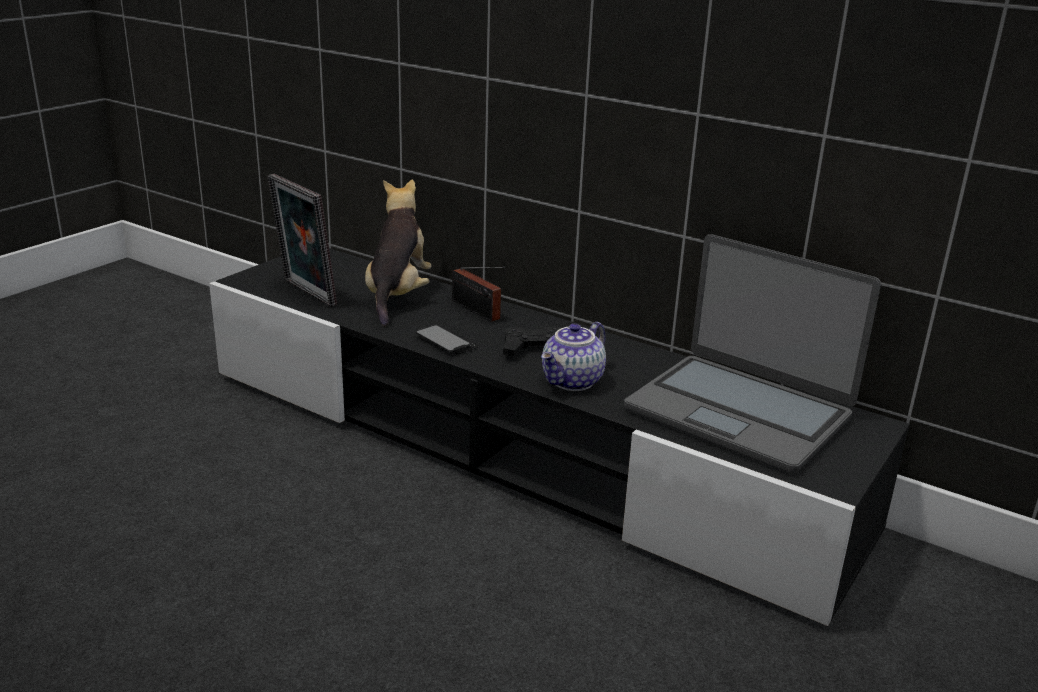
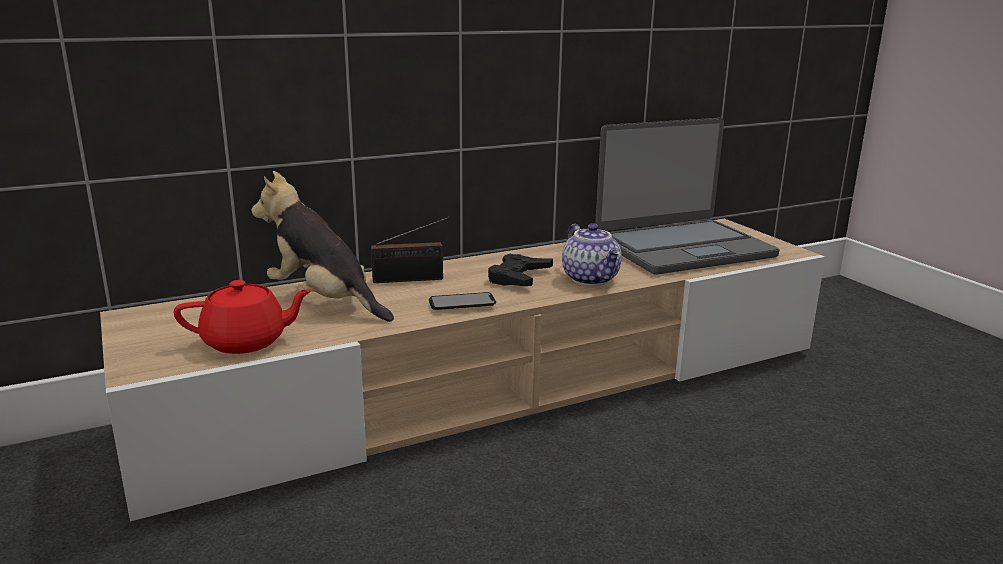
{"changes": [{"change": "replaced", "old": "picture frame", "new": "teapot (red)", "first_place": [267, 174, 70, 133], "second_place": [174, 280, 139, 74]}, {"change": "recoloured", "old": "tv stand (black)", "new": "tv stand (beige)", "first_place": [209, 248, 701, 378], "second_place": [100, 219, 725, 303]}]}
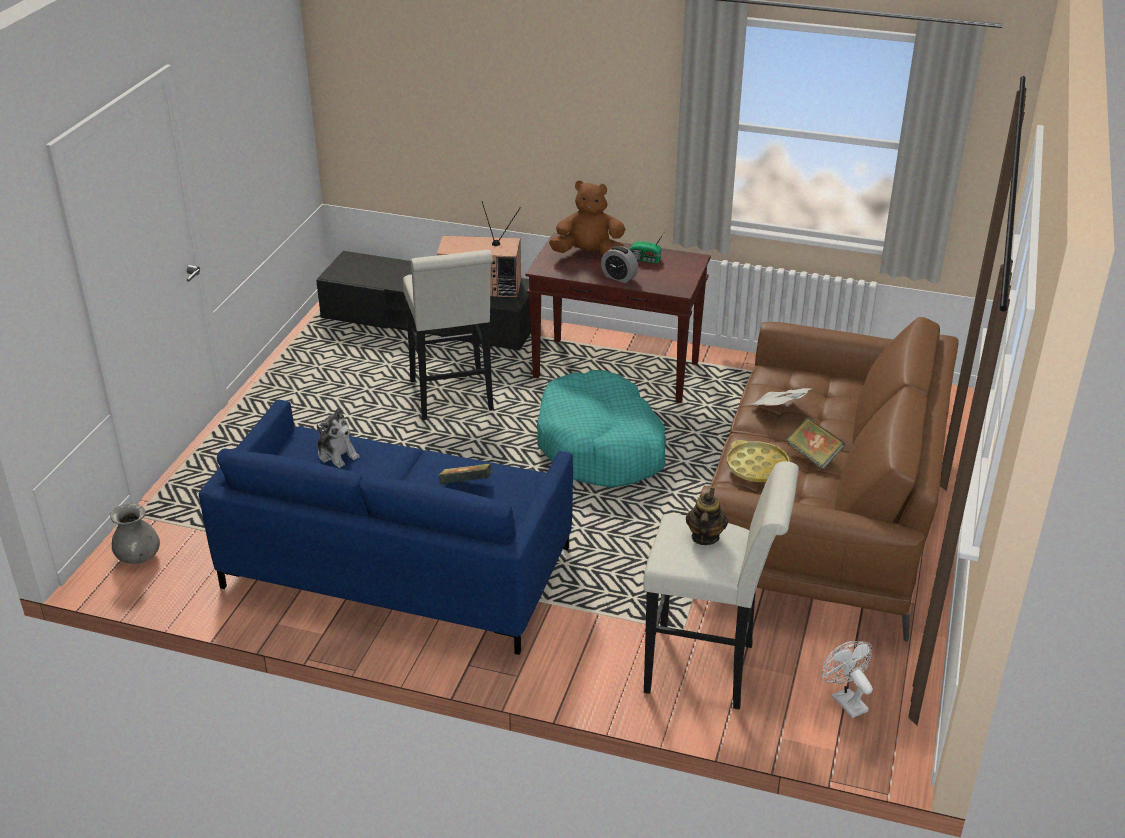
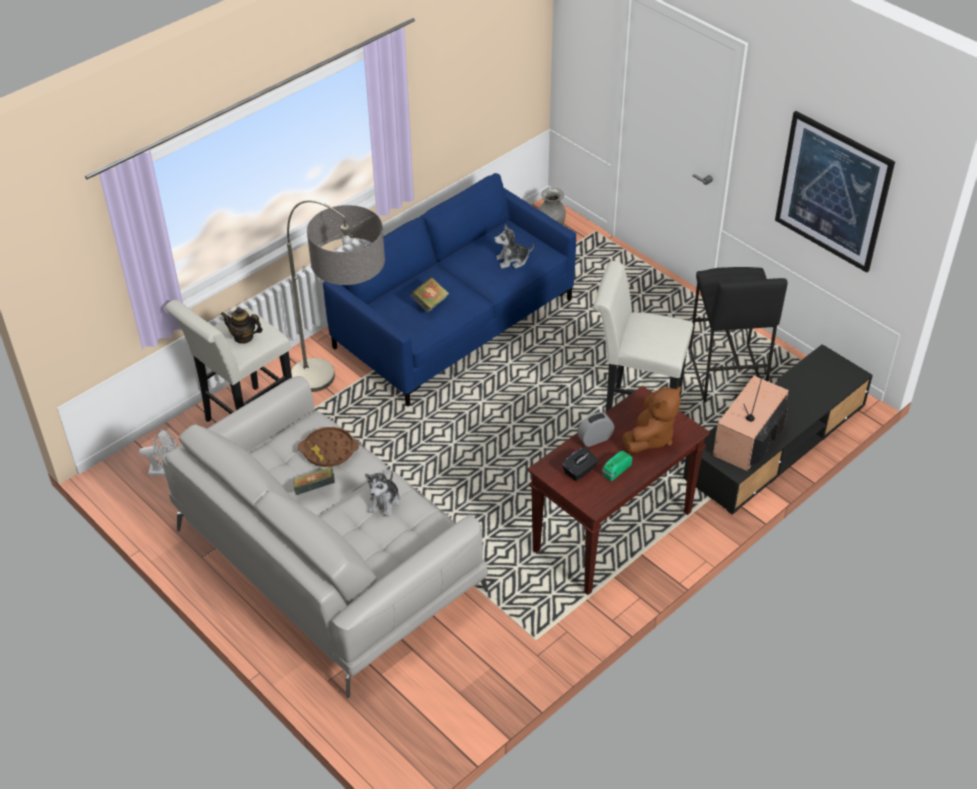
{"changes": [{"change": "recoloured", "old": "sofa (brown)", "new": "sofa (grey)", "first_place": [699, 317, 260, 325], "second_place": [162, 376, 326, 322]}, {"change": "removed", "old": "dog bed (turquoise)", "first_place": [537, 370, 129, 118]}, {"change": "replaced", "old": "newspaper", "new": "plush toy", "first_place": [750, 388, 61, 18], "second_place": [365, 471, 36, 46]}, {"change": "recoloured", "old": "tray (yellow)", "new": "tray (brown)", "first_place": [727, 440, 63, 42], "second_place": [298, 427, 61, 40]}, {"change": "turned", "old": "teapot", "first_place": [686, 488, 42, 57], "second_place": [220, 308, 43, 36], "degrees": 150}, {"change": "added", "new": "picture", "second_place": [775, 111, 120, 162]}, {"change": "added", "new": "floor lamp", "second_place": [287, 200, 98, 192]}, {"change": "added", "new": "stool (black)", "second_place": [689, 267, 99, 135]}, {"change": "added", "new": "tissue box (black)", "second_place": [562, 447, 36, 34]}]}
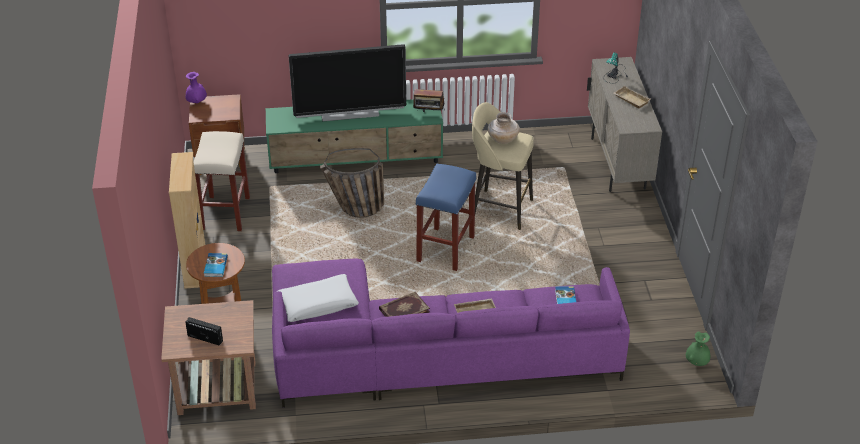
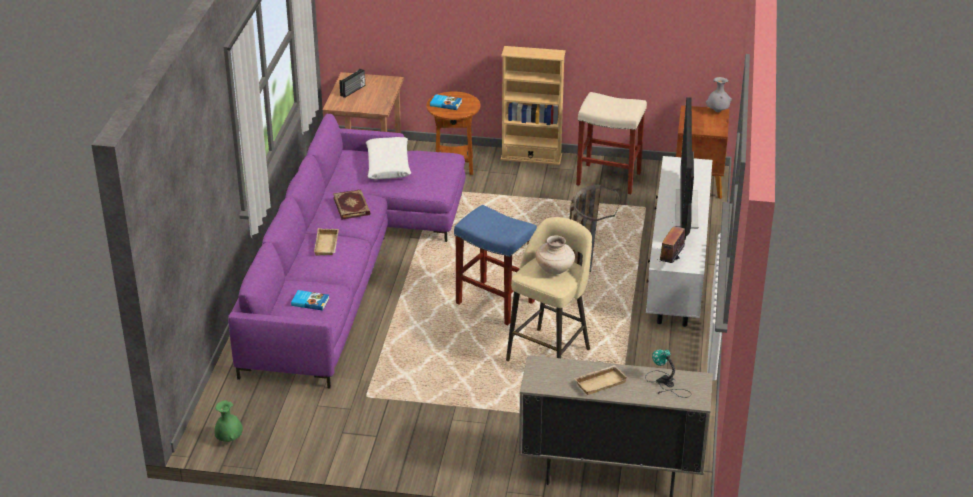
{"changes": [{"change": "recoloured", "old": "vase (purple)", "new": "vase (grey)", "first_place": [186, 72, 21, 31], "second_place": [706, 77, 26, 35]}, {"change": "recoloured", "old": "tv stand (green)", "new": "tv stand (white)", "first_place": [266, 99, 177, 74], "second_place": [646, 156, 66, 171]}]}
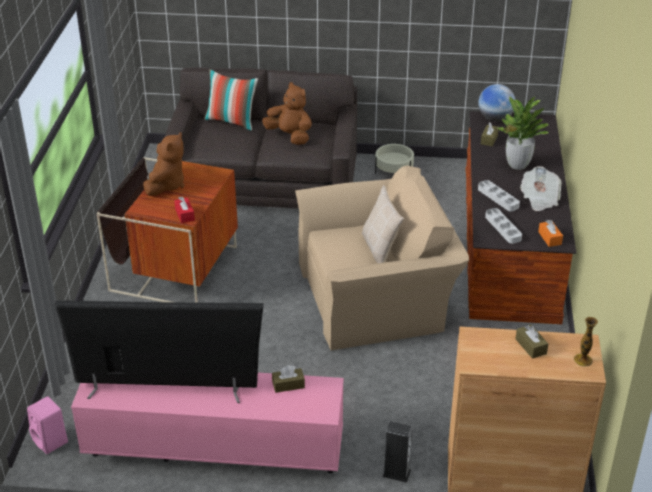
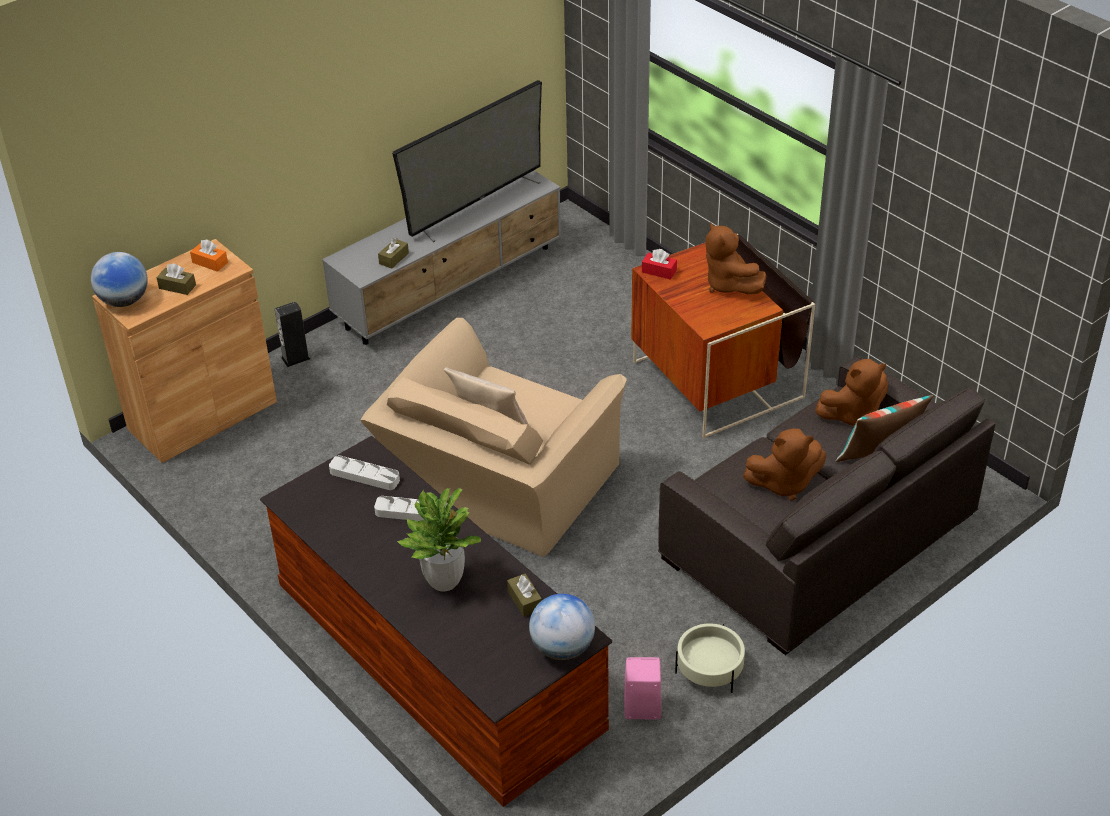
{"changes": [{"change": "removed", "old": "newspaper", "first_place": [520, 166, 42, 45]}, {"change": "moved", "old": "tissue box (orange)", "first_place": [538, 220, 25, 27], "second_place": [190, 240, 38, 32]}, {"change": "replaced", "old": "vase", "new": "globe", "first_place": [574, 317, 24, 50], "second_place": [91, 252, 57, 55]}, {"change": "recoloured", "old": "tv stand (pink)", "new": "tv stand (grey)", "first_place": [71, 372, 273, 101], "second_place": [322, 171, 239, 174]}, {"change": "moved", "old": "speaker (pink)", "first_place": [27, 396, 41, 58], "second_place": [624, 657, 37, 62]}, {"change": "added", "new": "plush toy (brown)", "second_place": [815, 359, 73, 67]}]}
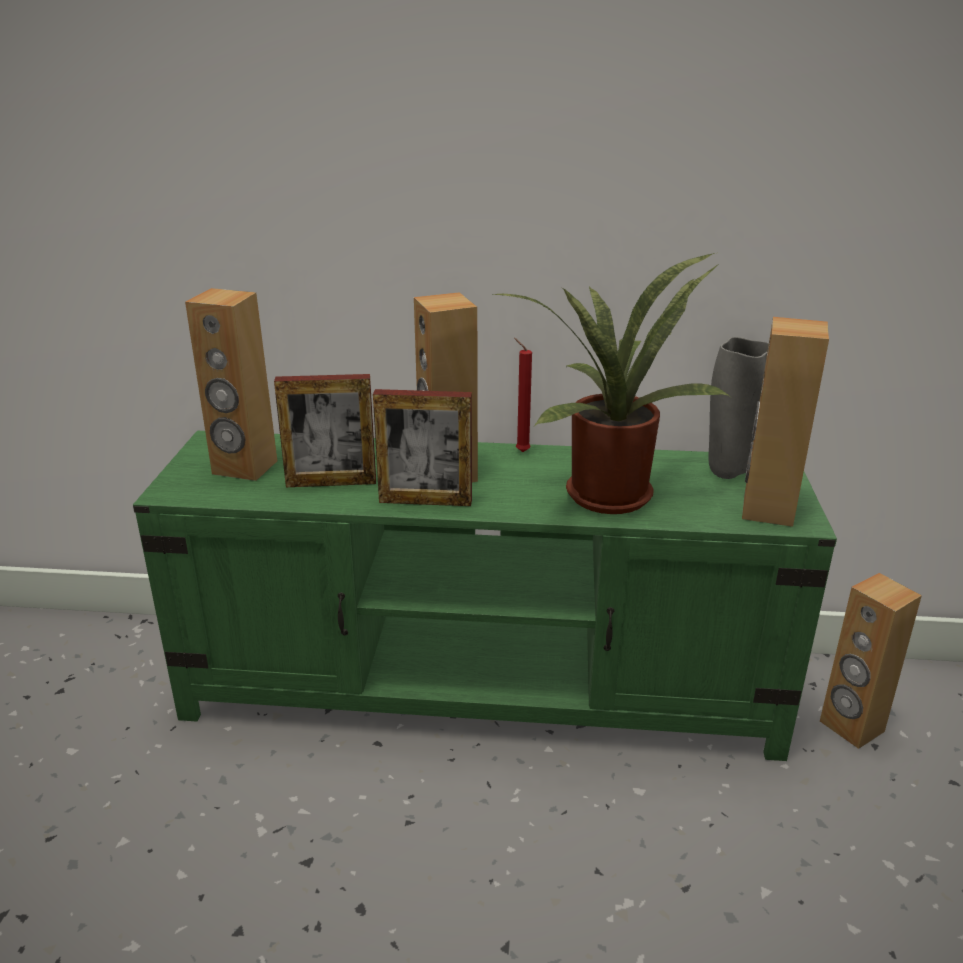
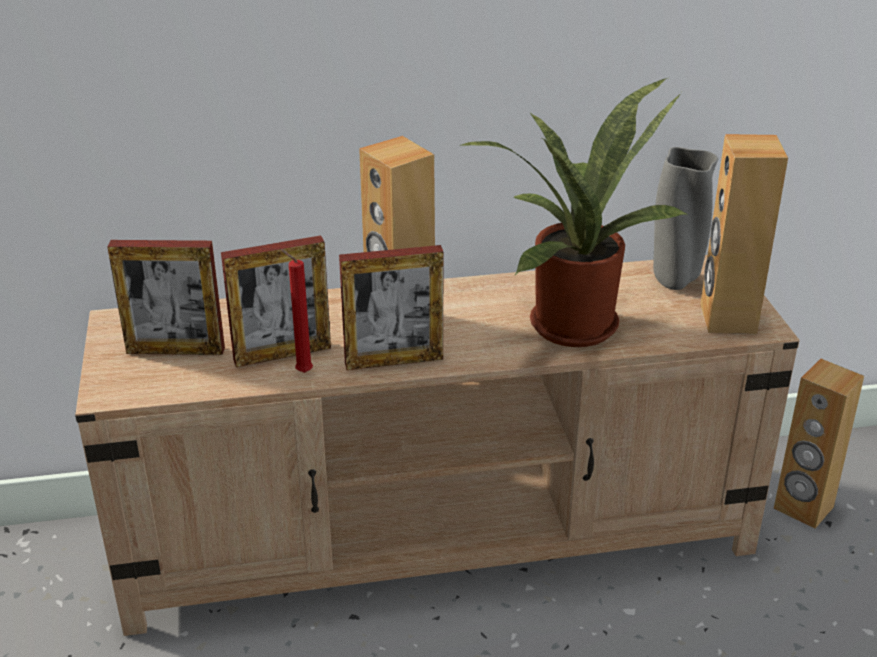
{"changes": [{"change": "replaced", "old": "speaker (brown)", "new": "picture frame", "first_place": [185, 288, 92, 193], "second_place": [107, 240, 118, 115]}, {"change": "moved", "old": "candle (red)", "first_place": [514, 338, 18, 114], "second_place": [280, 249, 33, 124]}, {"change": "recoloured", "old": "tv stand (green)", "new": "tv stand (beige)", "first_place": [133, 431, 704, 330], "second_place": [75, 255, 724, 381]}]}
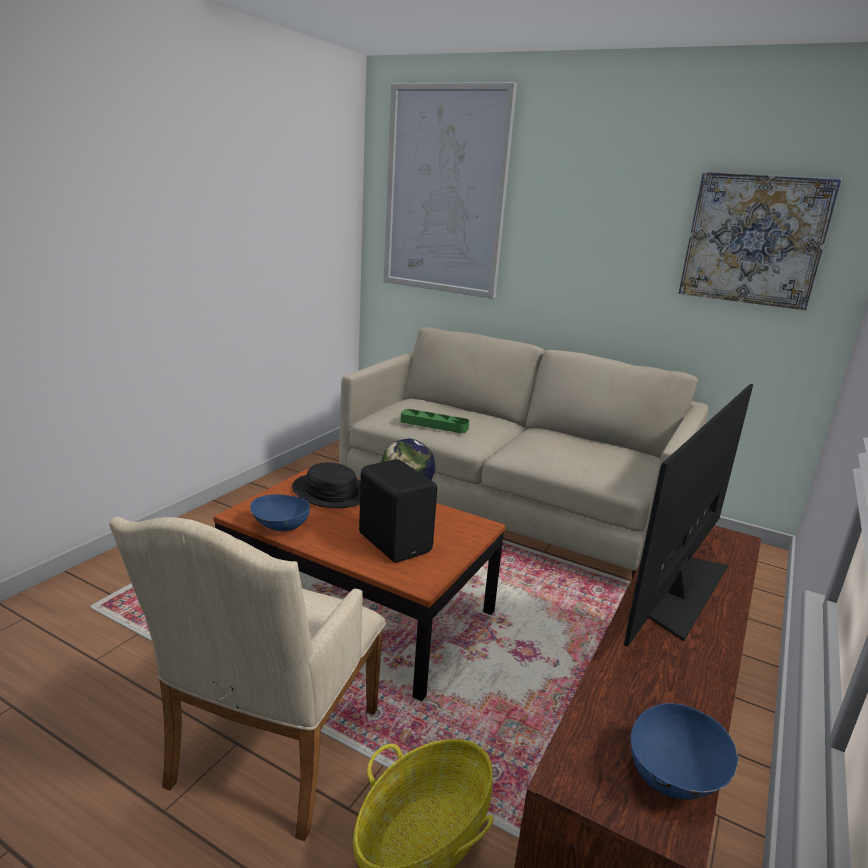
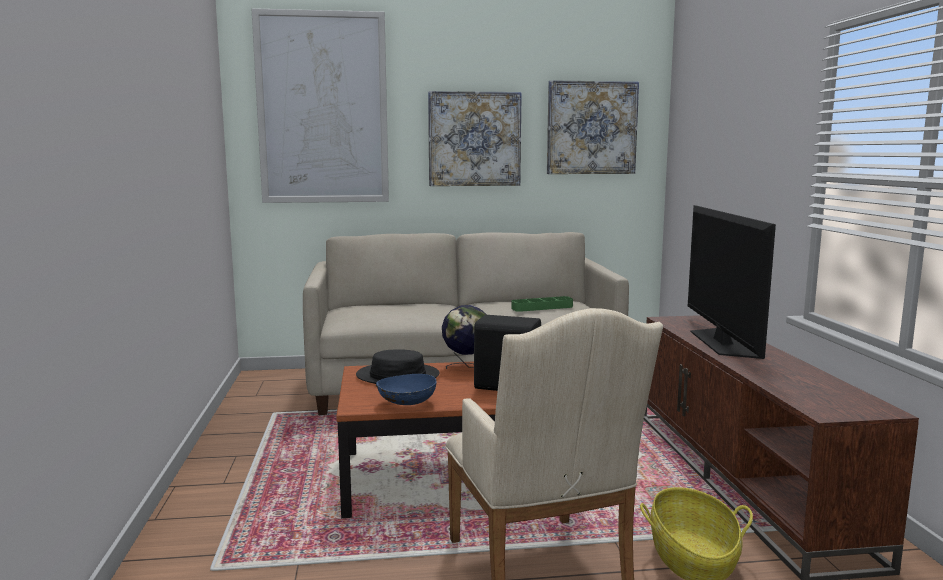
{"changes": [{"change": "moved", "old": "tray (green)", "first_place": [401, 409, 68, 24], "second_place": [511, 296, 62, 16]}, {"change": "removed", "old": "bowl (blue)", "first_place": [631, 703, 108, 97]}, {"change": "added", "new": "picture", "second_place": [428, 91, 94, 95]}]}
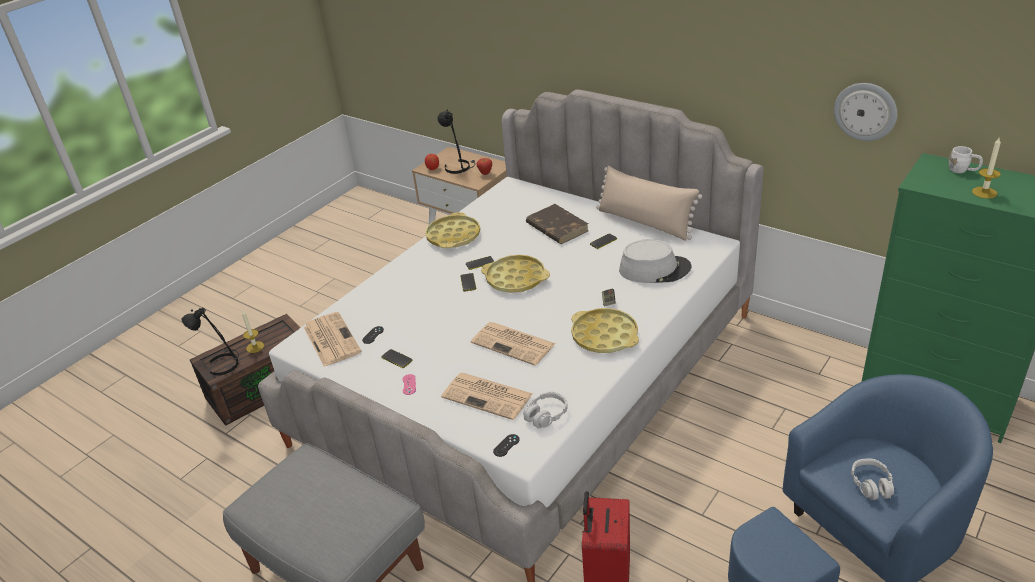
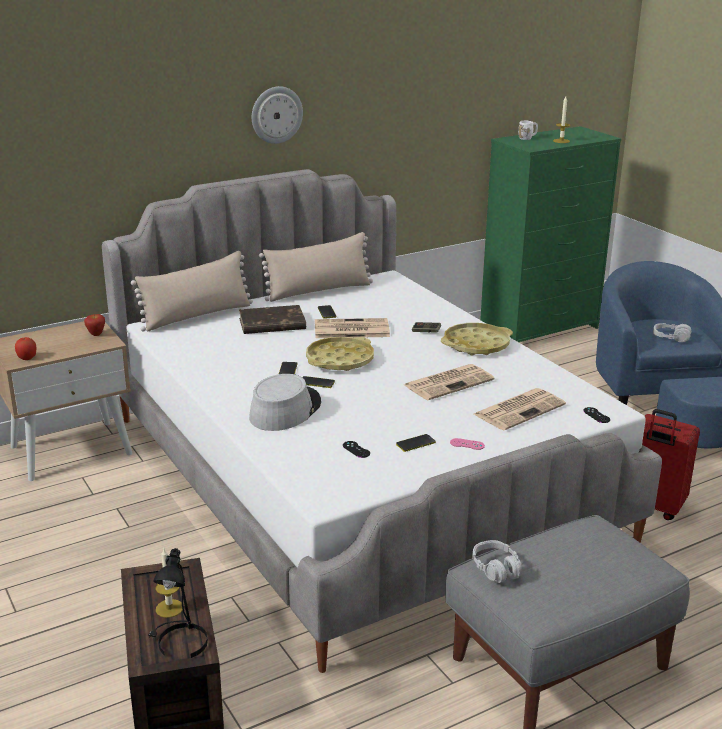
{"changes": [{"change": "moved", "old": "wall clock", "first_place": [834, 83, 63, 58], "second_place": [252, 86, 51, 58]}, {"change": "removed", "old": "table lamp (black)", "first_place": [438, 109, 37, 65]}, {"change": "removed", "old": "tray (yellow)", "first_place": [425, 212, 55, 36]}, {"change": "moved", "old": "hat (grey)", "first_place": [619, 239, 73, 44], "second_place": [249, 374, 72, 57]}, {"change": "moved", "old": "newspaper", "first_place": [304, 312, 58, 55], "second_place": [315, 318, 75, 20]}, {"change": "moved", "old": "headphones (grey)", "first_place": [523, 391, 45, 37], "second_place": [472, 540, 50, 43]}, {"change": "added", "new": "pillow (beige)", "second_place": [131, 251, 122, 81]}]}
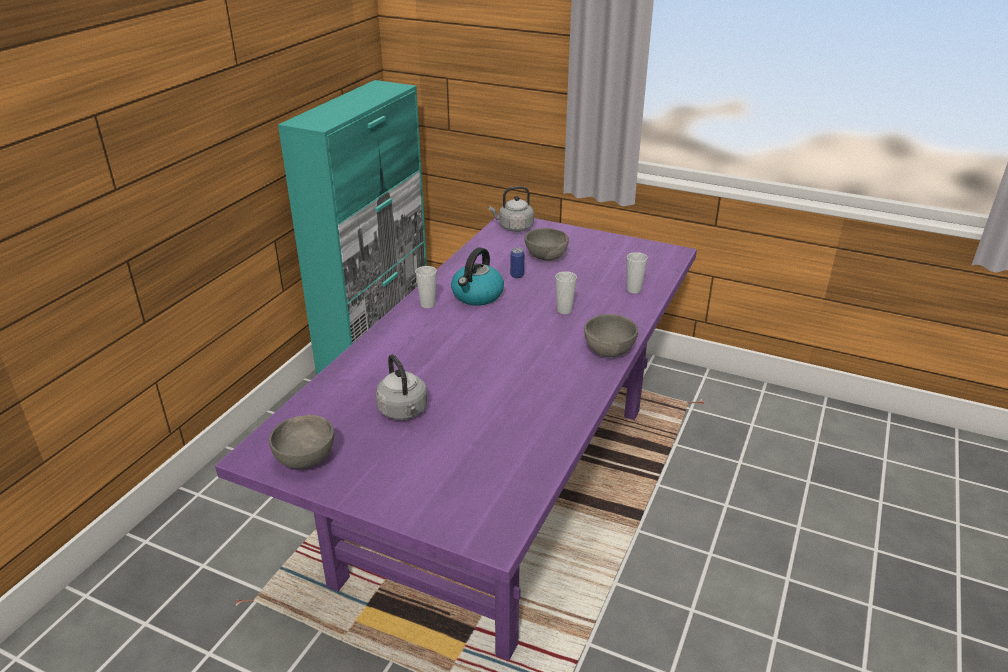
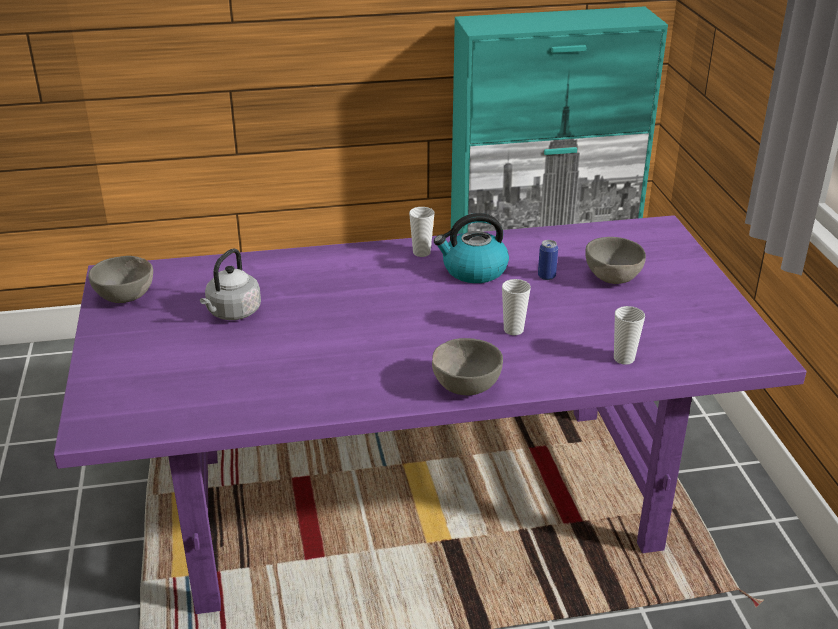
{"changes": [{"change": "removed", "old": "kettle (grey)", "first_place": [489, 186, 45, 46]}]}
